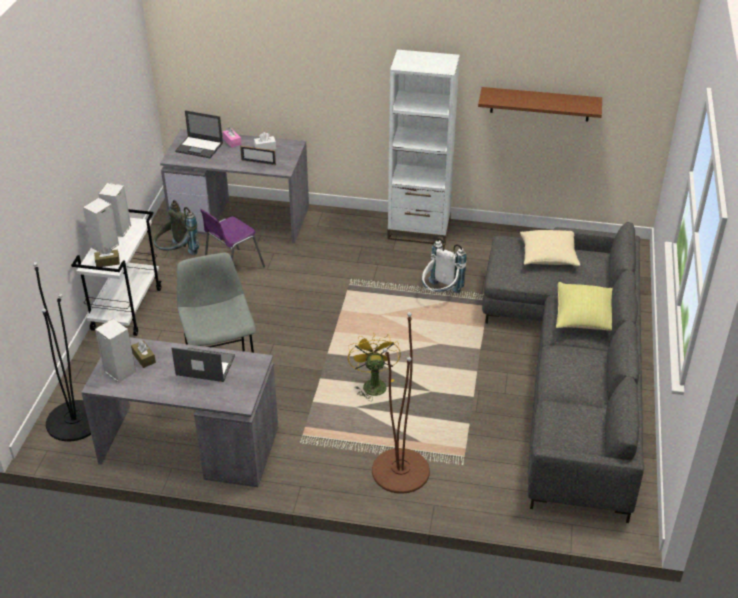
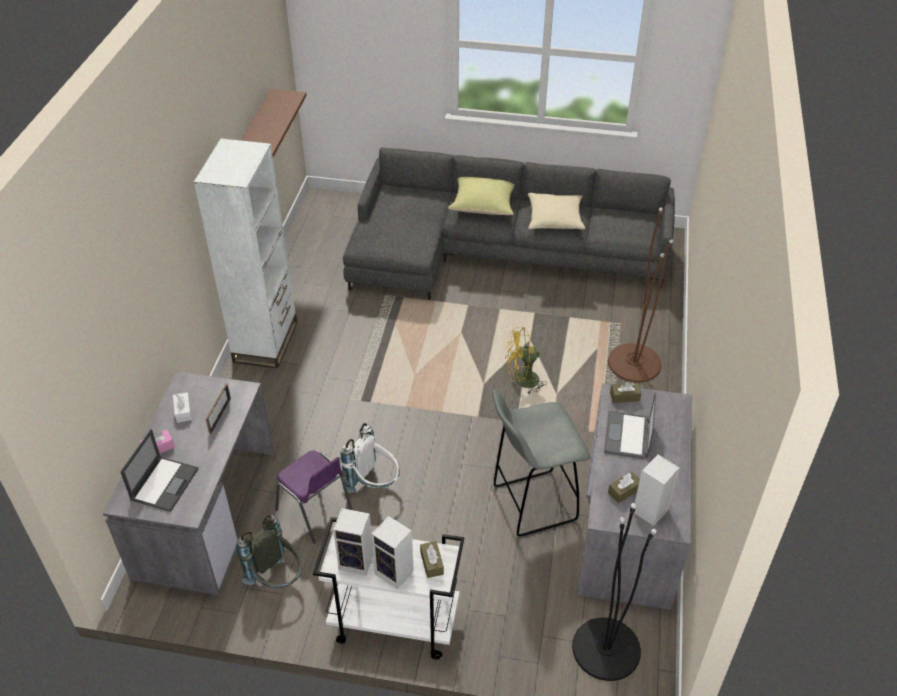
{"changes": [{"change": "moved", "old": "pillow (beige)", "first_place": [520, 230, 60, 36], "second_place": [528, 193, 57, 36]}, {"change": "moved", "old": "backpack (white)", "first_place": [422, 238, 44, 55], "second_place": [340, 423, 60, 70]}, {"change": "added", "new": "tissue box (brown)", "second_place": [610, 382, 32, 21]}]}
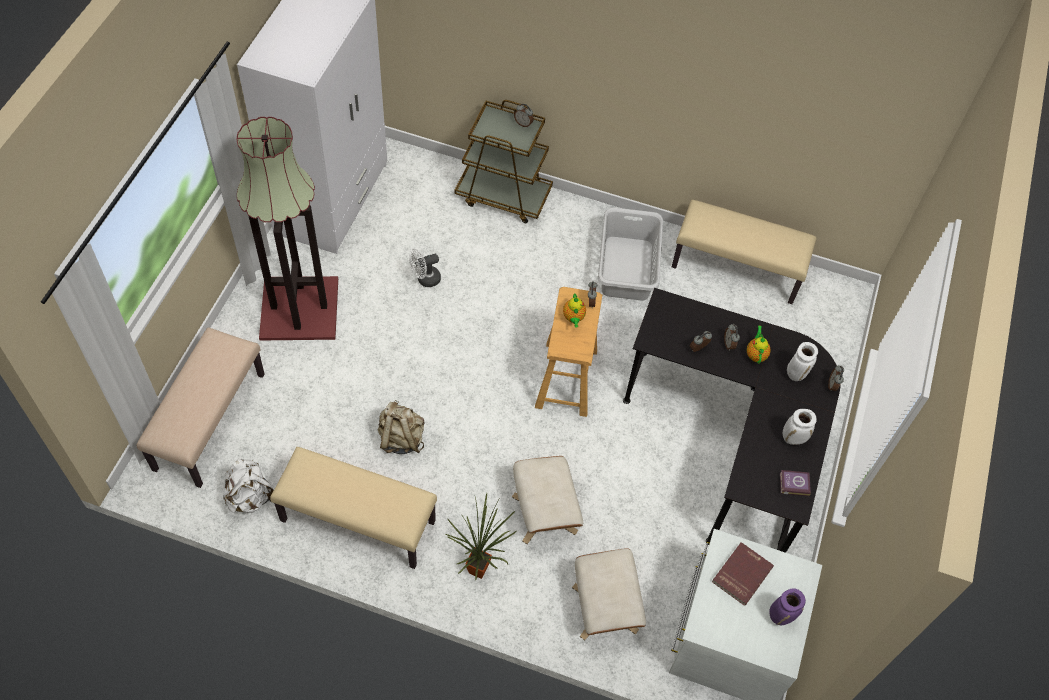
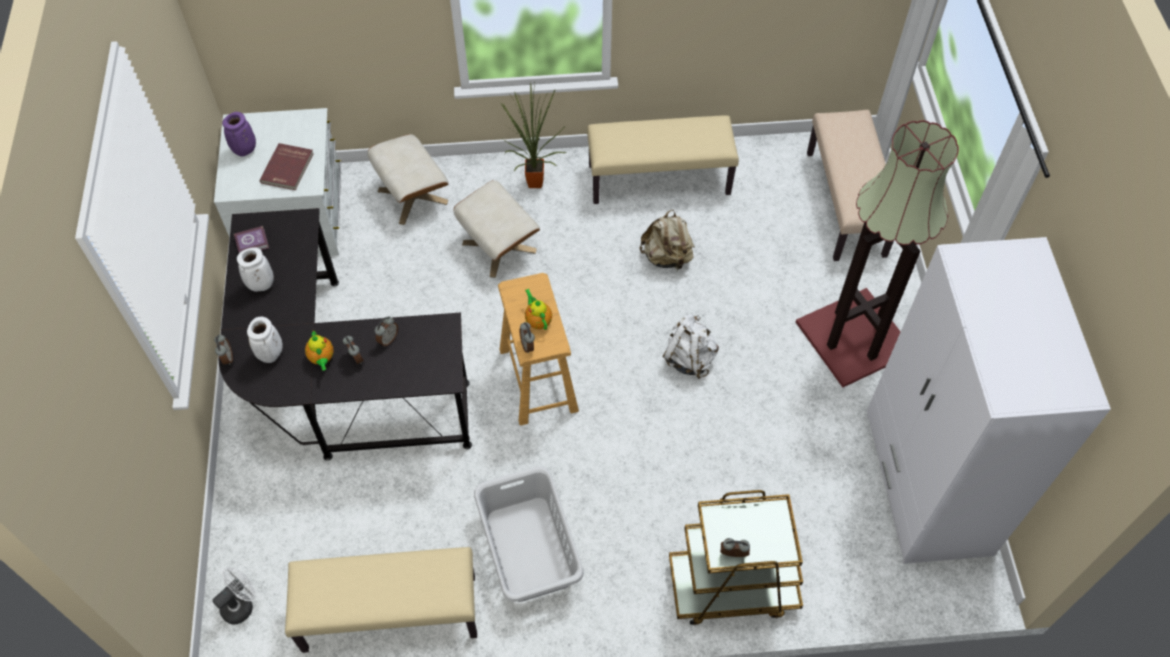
{"changes": [{"change": "moved", "old": "fan (white)", "first_place": [409, 249, 32, 38], "second_place": [213, 567, 42, 58]}, {"change": "moved", "old": "backpack (white)", "first_place": [223, 458, 51, 55], "second_place": [662, 314, 57, 65]}]}
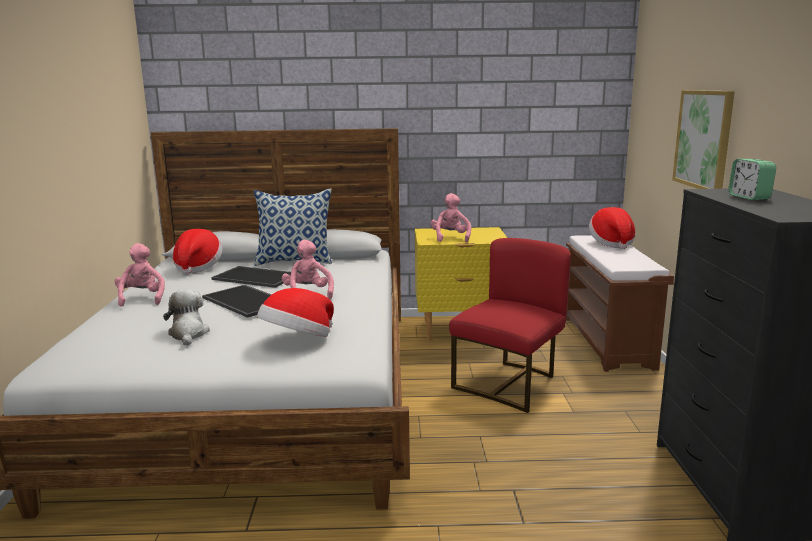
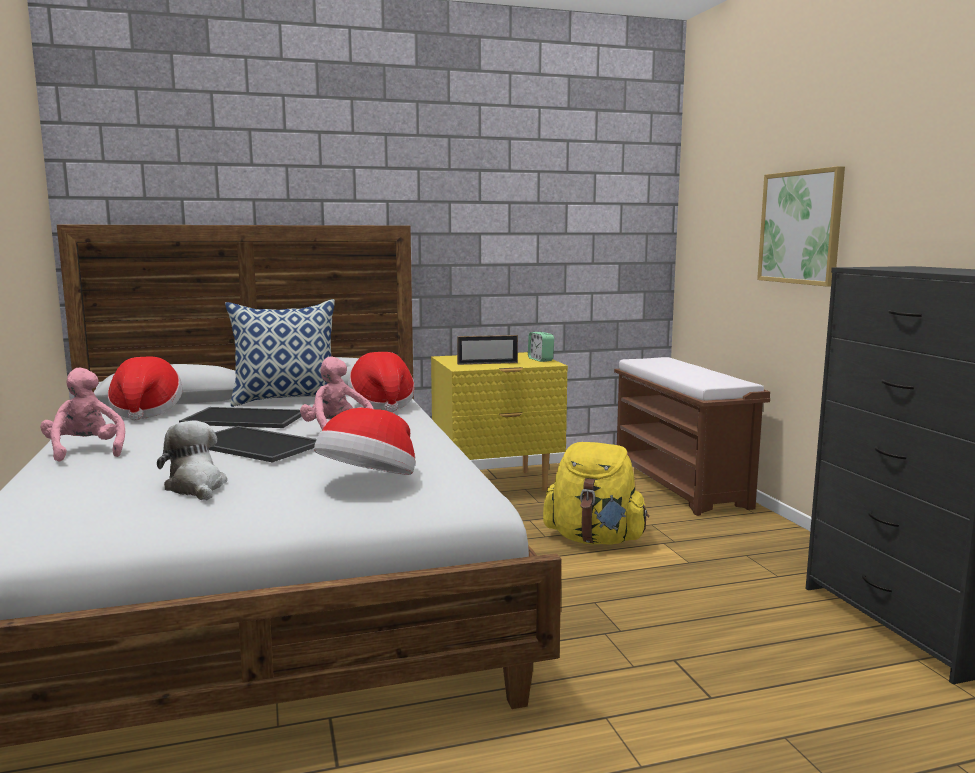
{"changes": [{"change": "moved", "old": "alarm clock", "first_place": [729, 159, 47, 41], "second_place": [528, 332, 26, 30]}, {"change": "replaced", "old": "plush toy (pink)", "new": "picture frame", "first_place": [431, 193, 40, 50], "second_place": [457, 335, 61, 30]}, {"change": "moved", "old": "hat", "first_place": [589, 207, 47, 42], "second_place": [348, 352, 66, 60]}, {"change": "replaced", "old": "chair (red)", "new": "backpack (yellow)", "first_place": [449, 238, 122, 175], "second_place": [543, 442, 106, 103]}]}
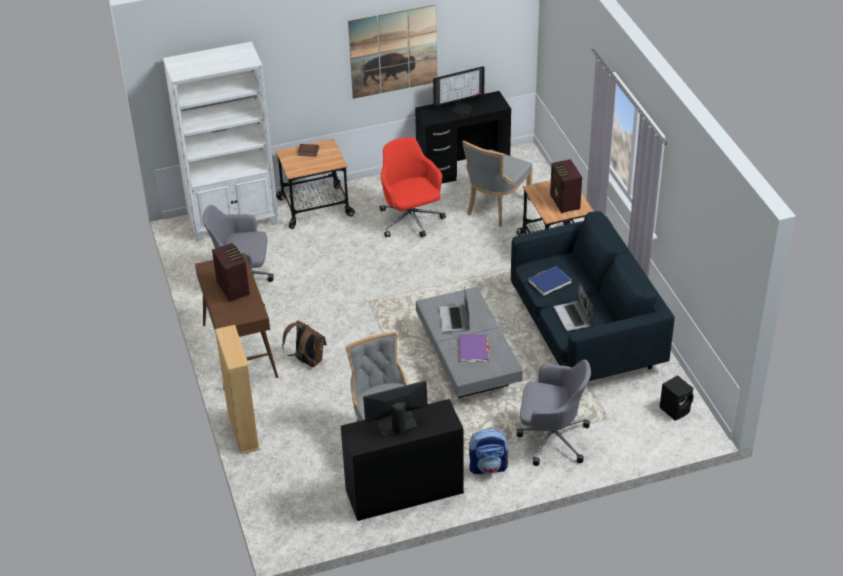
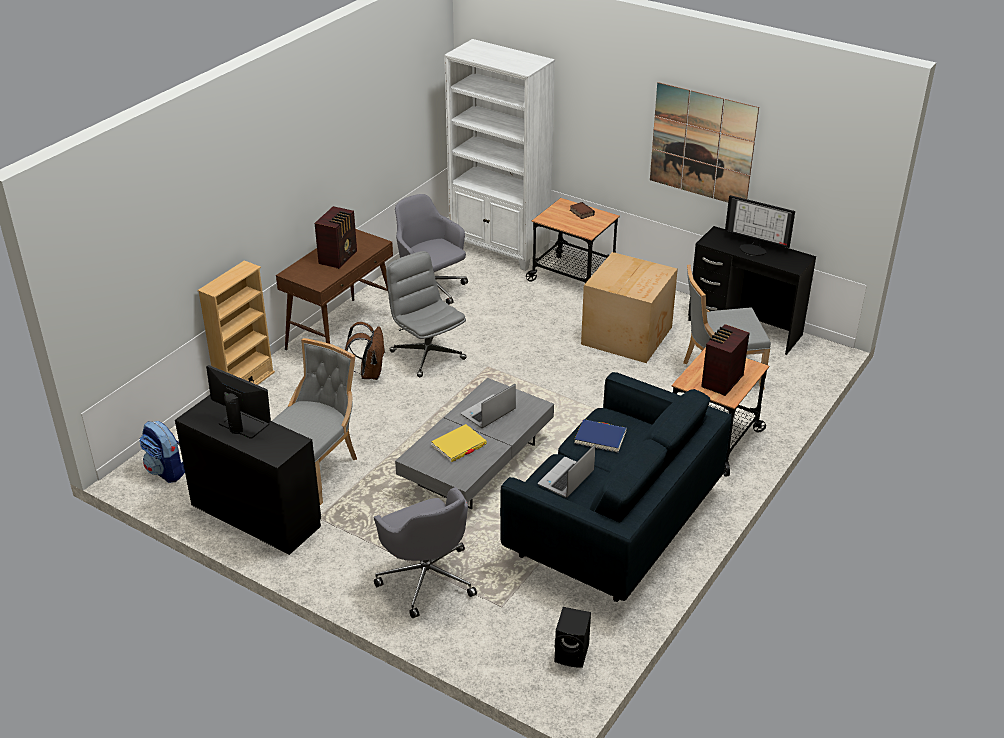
{"changes": [{"change": "replaced", "old": "office chair (red)", "new": "cardboard box", "first_place": [380, 137, 66, 100], "second_place": [581, 252, 97, 111]}, {"change": "recoloured", "old": "book (purple)", "new": "book (yellow)", "first_place": [460, 334, 29, 29], "second_place": [431, 424, 56, 38]}, {"change": "moved", "old": "backpack", "first_place": [469, 428, 39, 46], "second_place": [139, 421, 46, 62]}, {"change": "added", "new": "office chair (grey)", "second_place": [386, 251, 81, 126]}]}
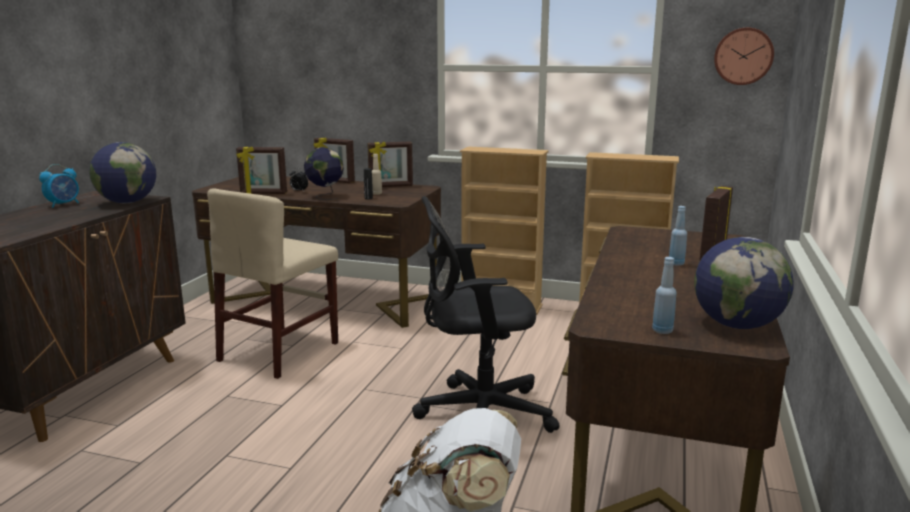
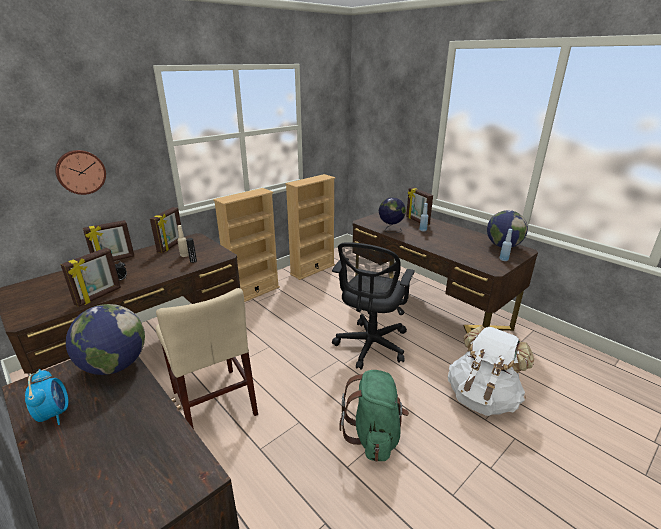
{"changes": [{"change": "moved", "old": "wall clock", "first_place": [714, 28, 60, 57], "second_place": [55, 150, 51, 45]}, {"change": "moved", "old": "globe", "first_place": [304, 147, 40, 53], "second_place": [379, 197, 27, 36]}, {"change": "added", "new": "backpack (green)", "second_place": [339, 370, 70, 92]}]}
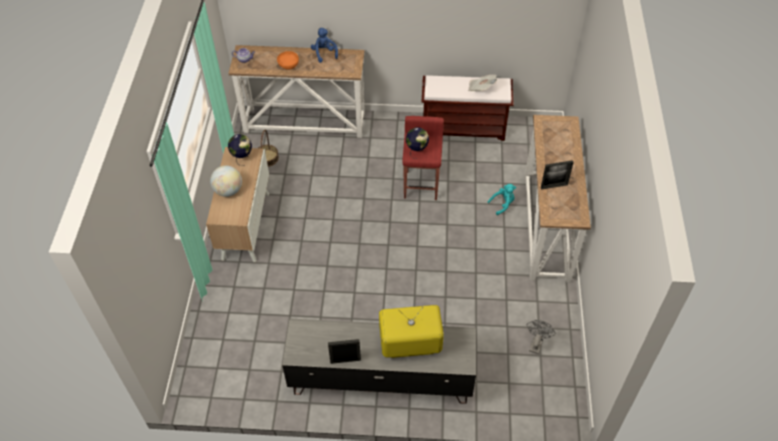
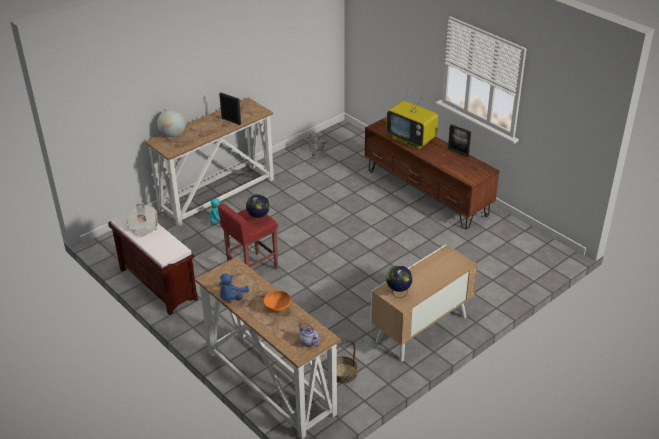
{"changes": [{"change": "moved", "old": "globe", "first_place": [210, 165, 32, 32], "second_place": [157, 109, 29, 28]}, {"change": "recoloured", "old": "tv stand (grey)", "new": "tv stand (brown)", "first_place": [282, 319, 194, 85], "second_place": [365, 117, 134, 113]}]}
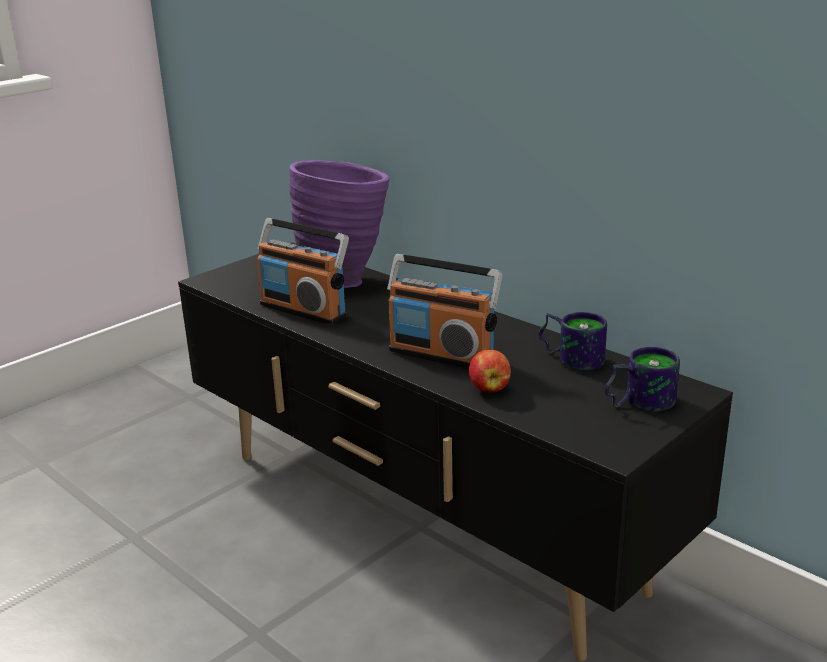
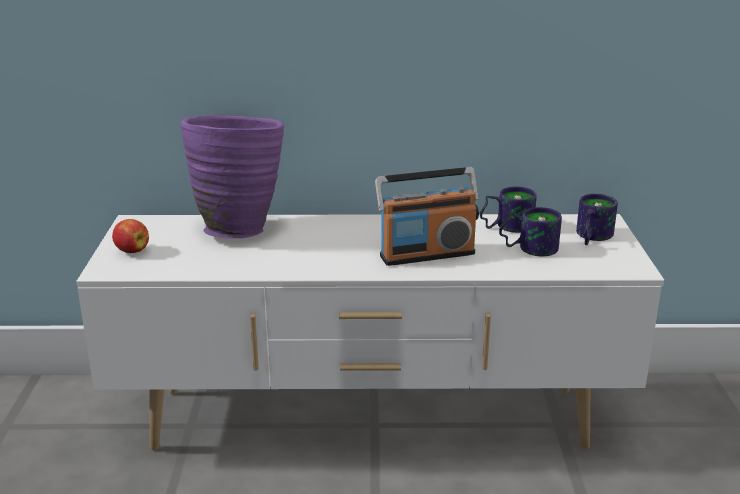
{"changes": [{"change": "removed", "old": "radio", "first_place": [257, 218, 92, 107]}, {"change": "recoloured", "old": "tv stand (black)", "new": "tv stand (white)", "first_place": [178, 242, 555, 419], "second_place": [76, 214, 588, 236]}, {"change": "moved", "old": "apple", "first_place": [469, 349, 42, 43], "second_place": [112, 219, 37, 34]}, {"change": "added", "new": "mug", "second_place": [499, 207, 63, 49]}]}
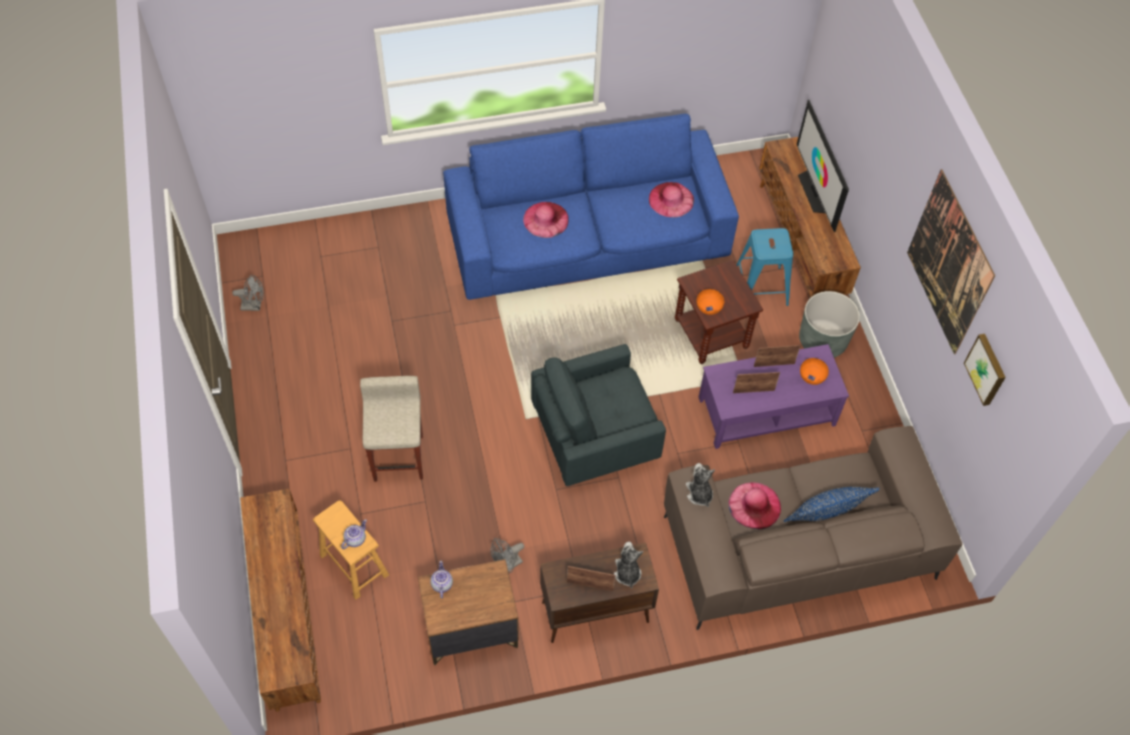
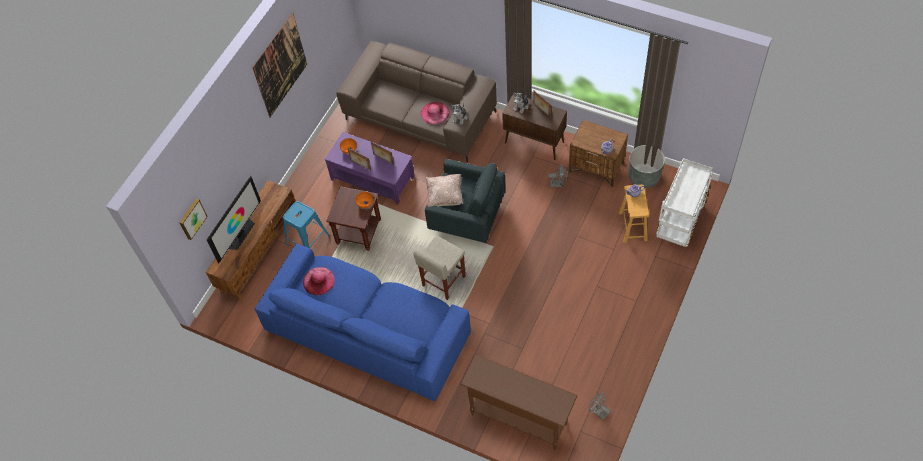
{"changes": [{"change": "removed", "old": "hat (pink)", "first_place": [523, 202, 46, 36]}, {"change": "moved", "old": "planter (grey)", "first_place": [799, 291, 61, 67], "second_place": [629, 145, 36, 43]}, {"change": "moved", "old": "picture", "first_place": [964, 334, 42, 72], "second_place": [179, 198, 29, 42]}, {"change": "moved", "old": "stool (beige)", "first_place": [360, 376, 63, 106], "second_place": [413, 236, 52, 64]}, {"change": "removed", "old": "pillow (blue)", "first_place": [783, 487, 97, 35]}, {"change": "replaced", "old": "tv stand (brown)", "new": "cart (white)", "first_place": [240, 488, 81, 224], "second_place": [656, 158, 57, 89]}, {"change": "added", "new": "pillow (beige)", "second_place": [425, 174, 38, 33]}, {"change": "added", "new": "console table (brown)", "second_place": [460, 354, 118, 96]}]}
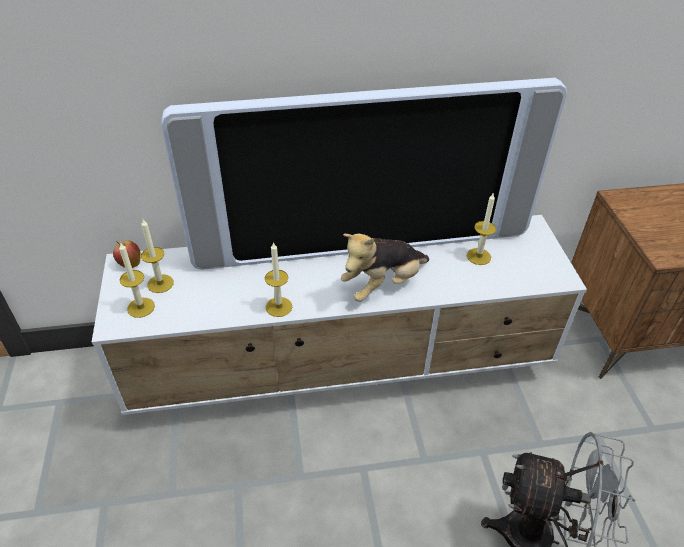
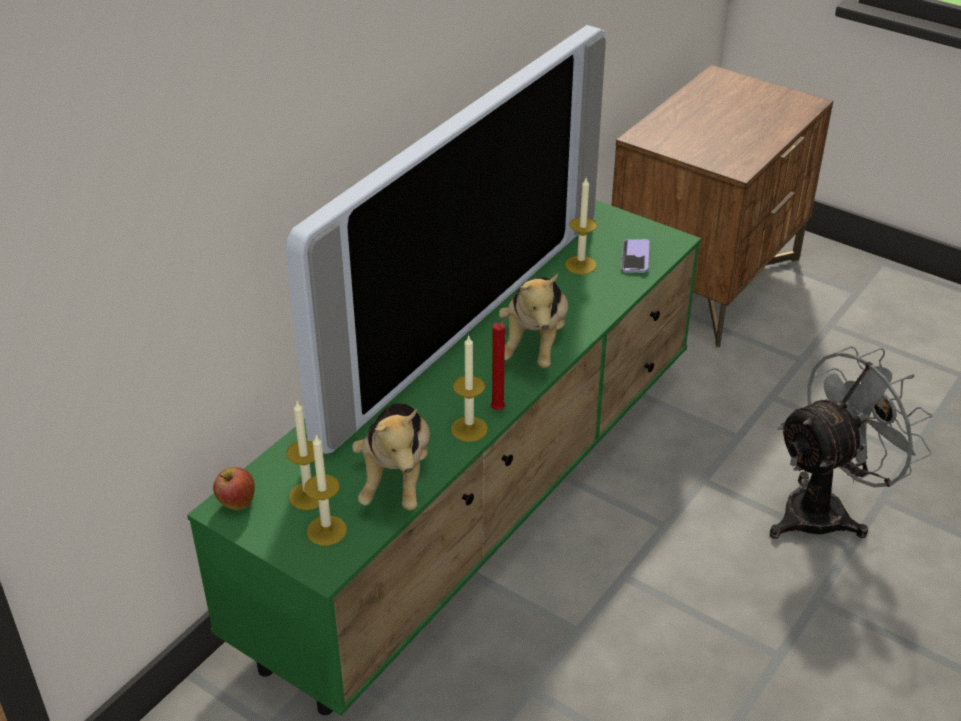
{"changes": [{"change": "recoloured", "old": "tv stand (white)", "new": "tv stand (green)", "first_place": [92, 215, 495, 200], "second_place": [187, 200, 514, 516]}, {"change": "added", "new": "phone", "second_place": [621, 239, 29, 34]}, {"change": "added", "new": "candle (red)", "second_place": [491, 313, 21, 97]}, {"change": "added", "new": "plush toy", "second_place": [352, 403, 78, 107]}]}
